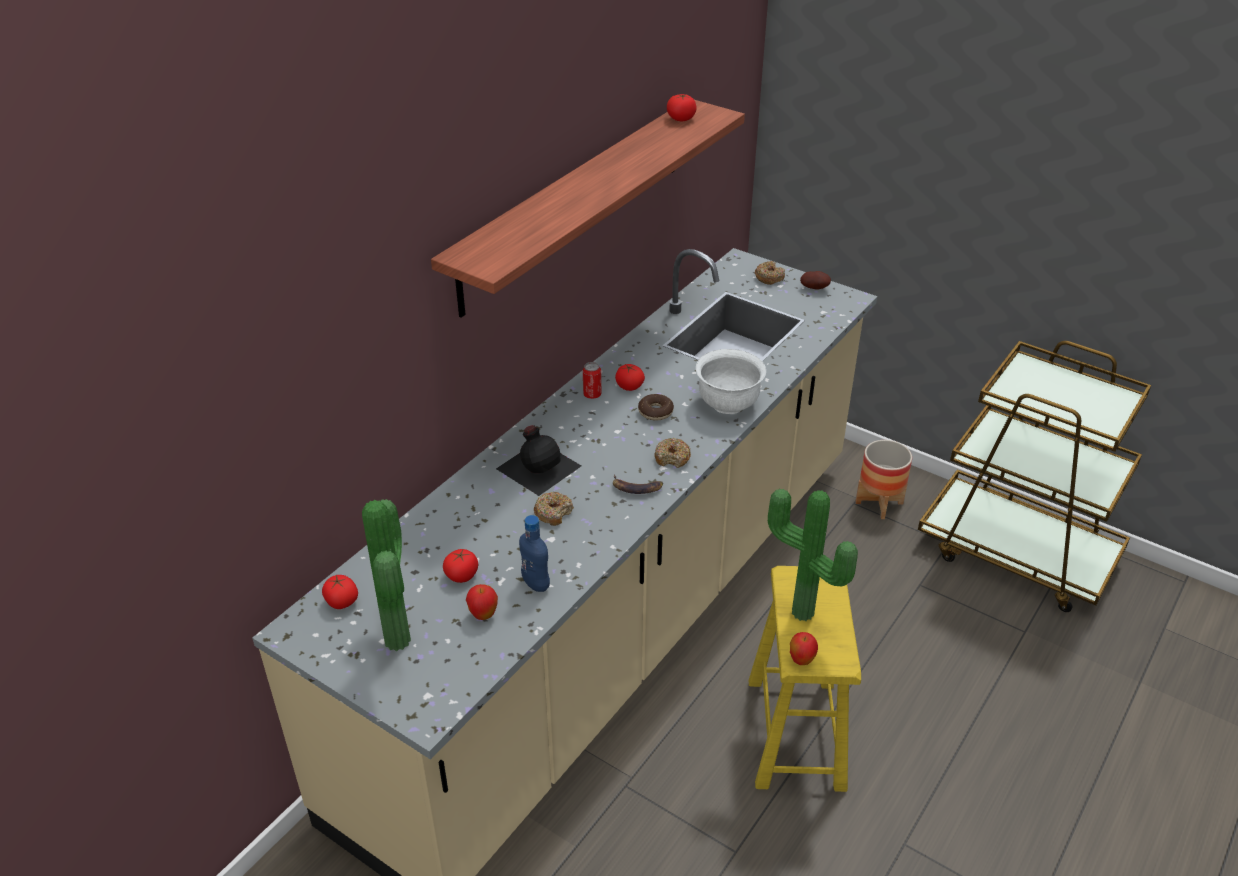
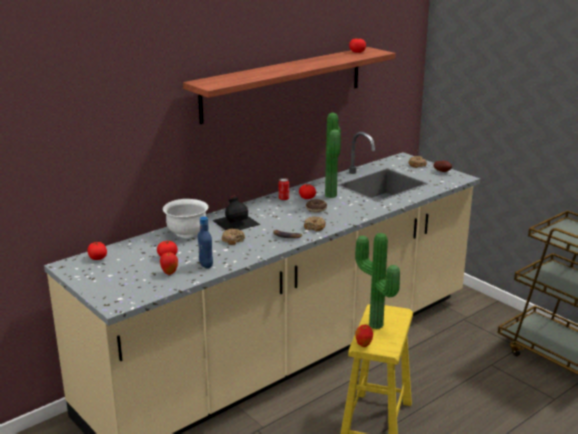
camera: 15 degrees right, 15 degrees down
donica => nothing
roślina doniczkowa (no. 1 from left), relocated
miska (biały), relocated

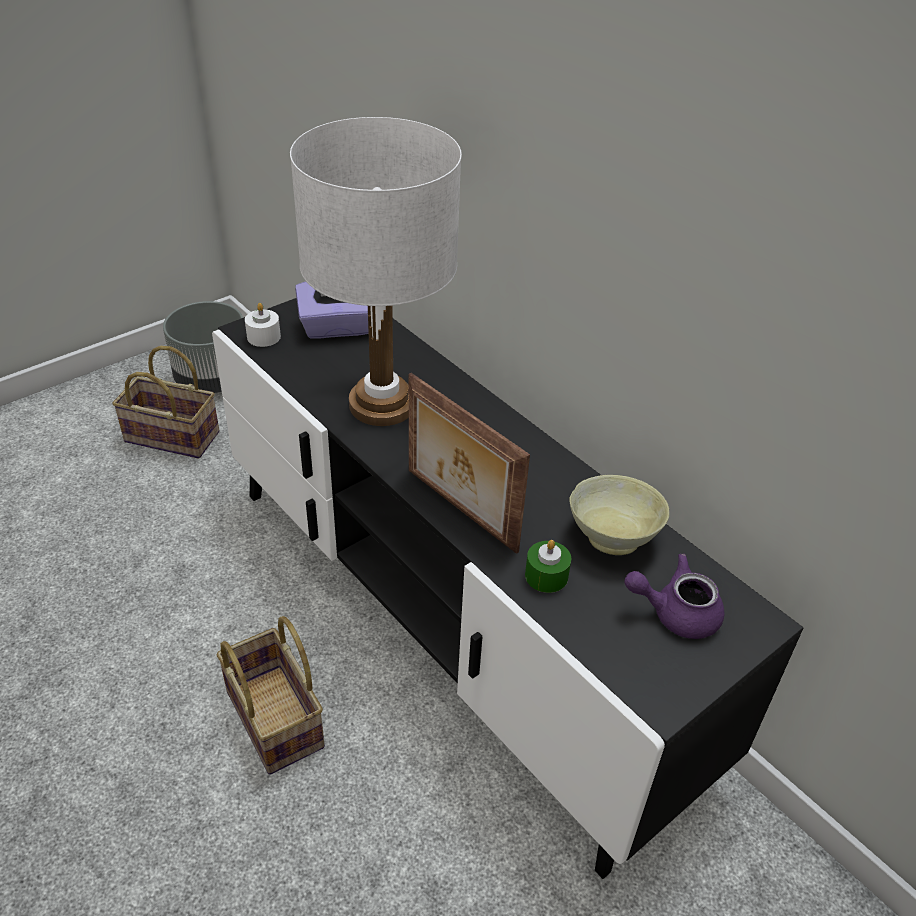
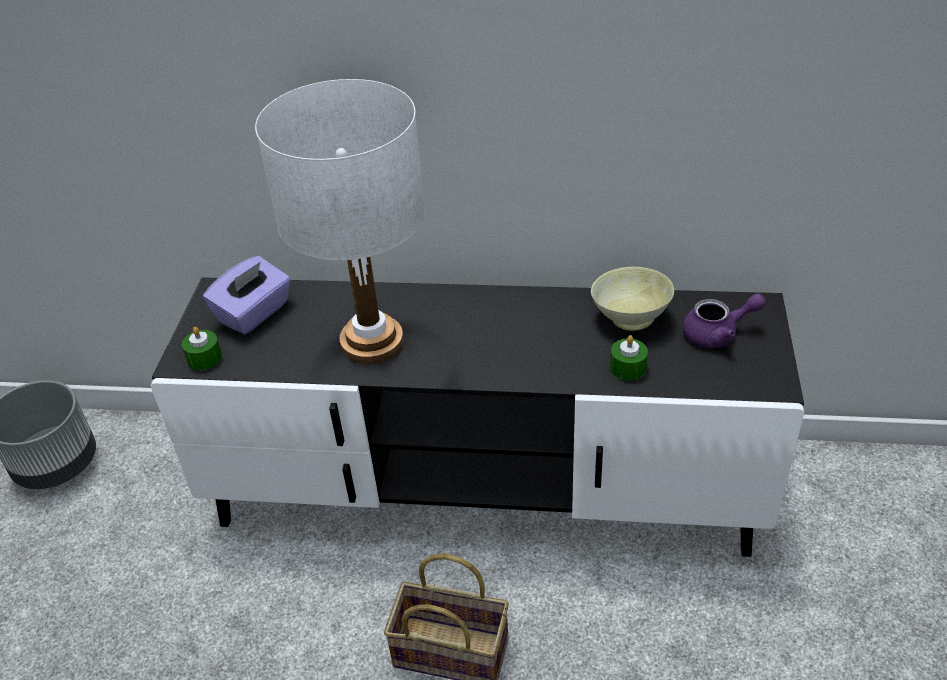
camera: 40 degrees left, 0 degrees up
koszyk (no. 1 from left) => nothing
ramka na zdjęcie => nothing
świeca (biały) => świeca (zielony) (no. 1 from left)
imbryk (fioletowy), 150 degrees counterclockwise

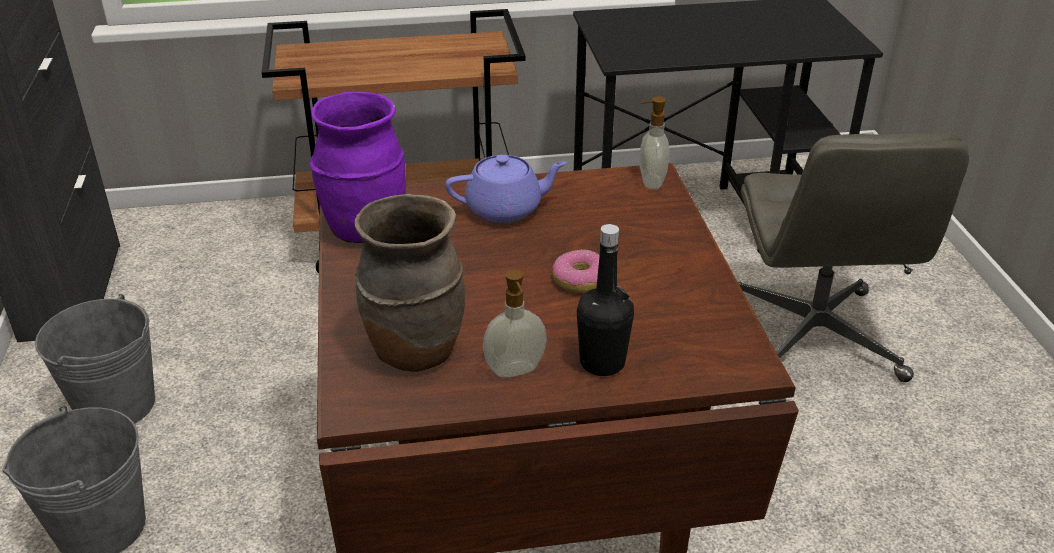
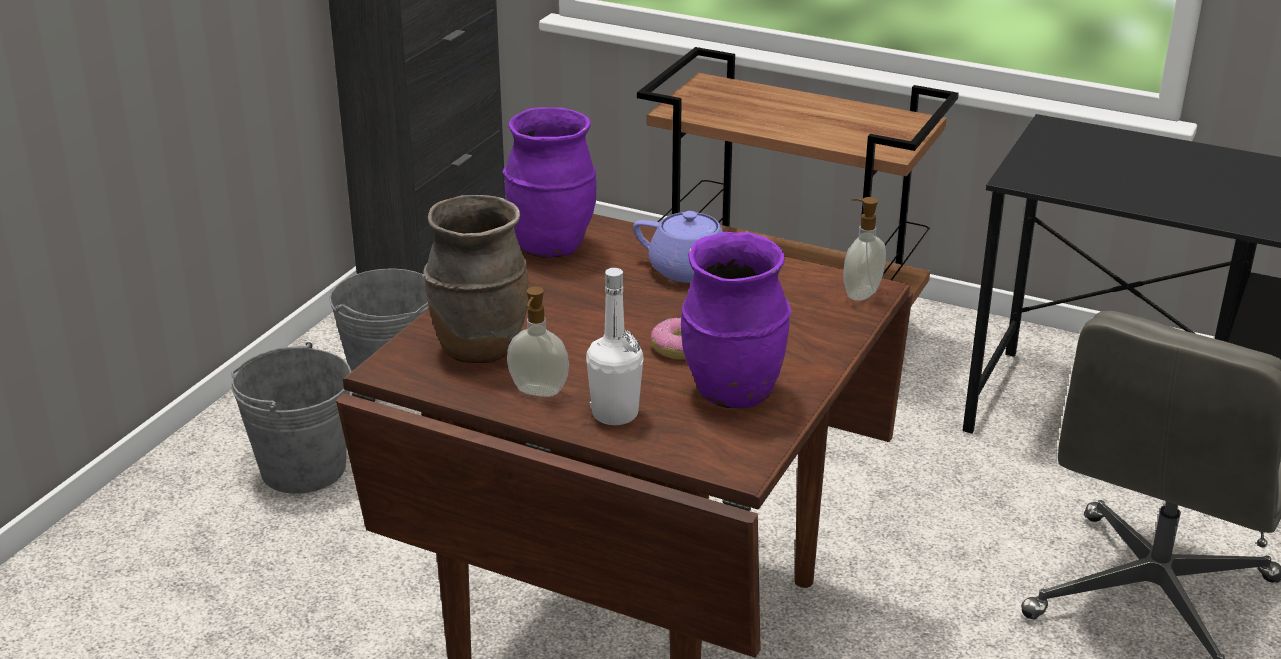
camera: 35 degrees right, 5 degrees down
nothing => wazon (fioletowy) (no. 2 from left)
butelka (czarny) => butelka (biały)

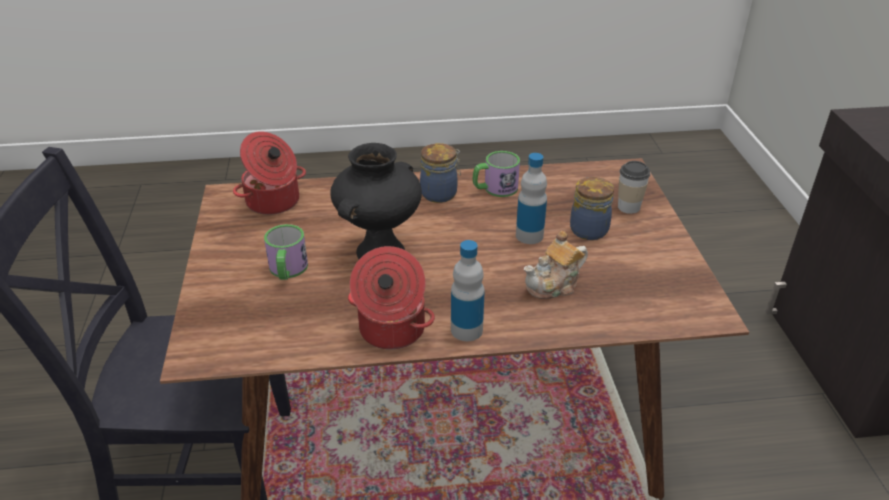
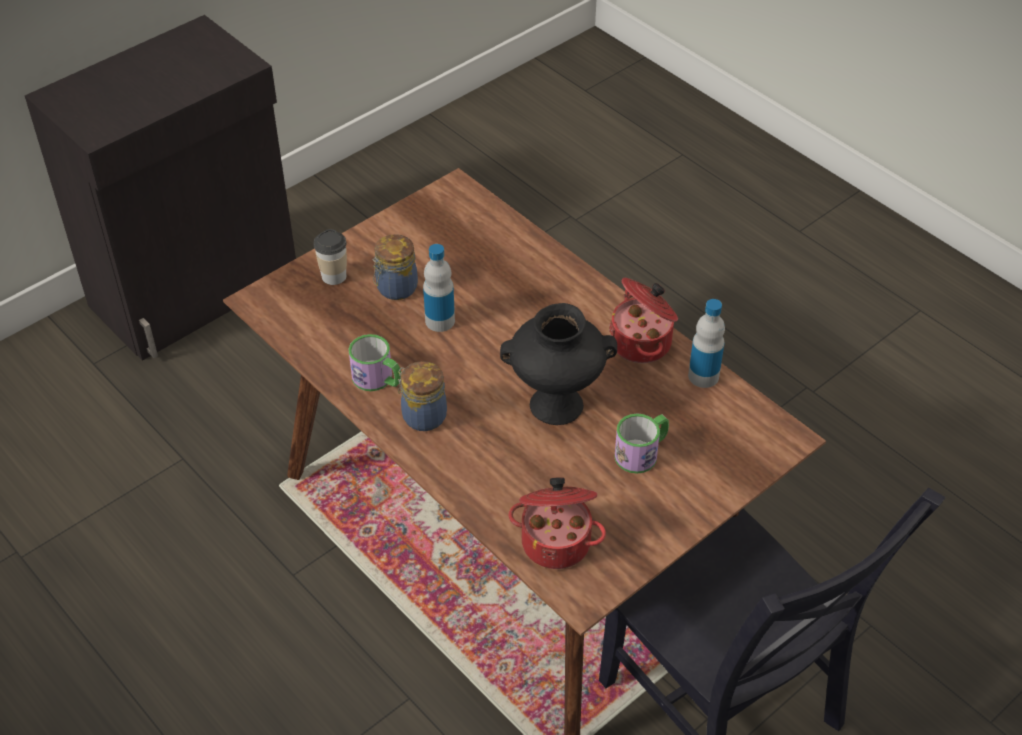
camera: 125 degrees left, 10 degrees up
imbryk => nothing
butelka (no. 1 from left in the first image) => butelka (no. 2 from left), relocated

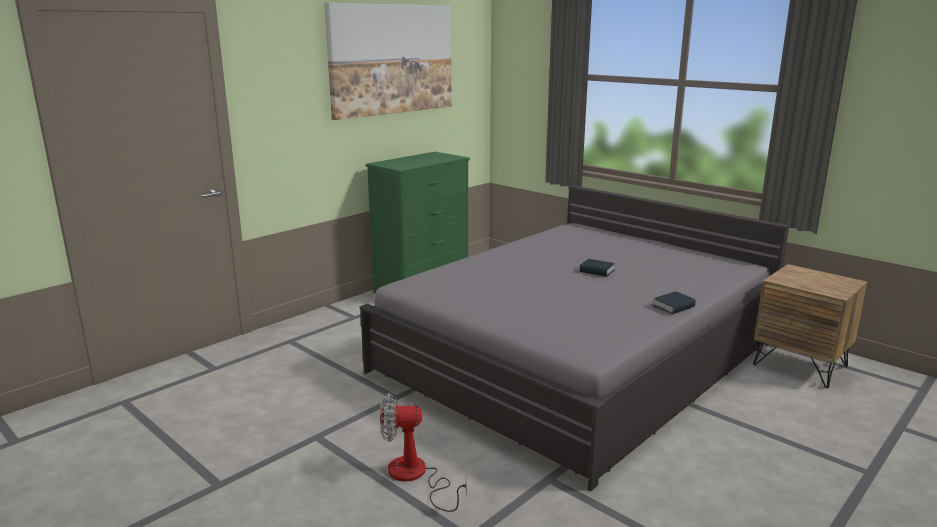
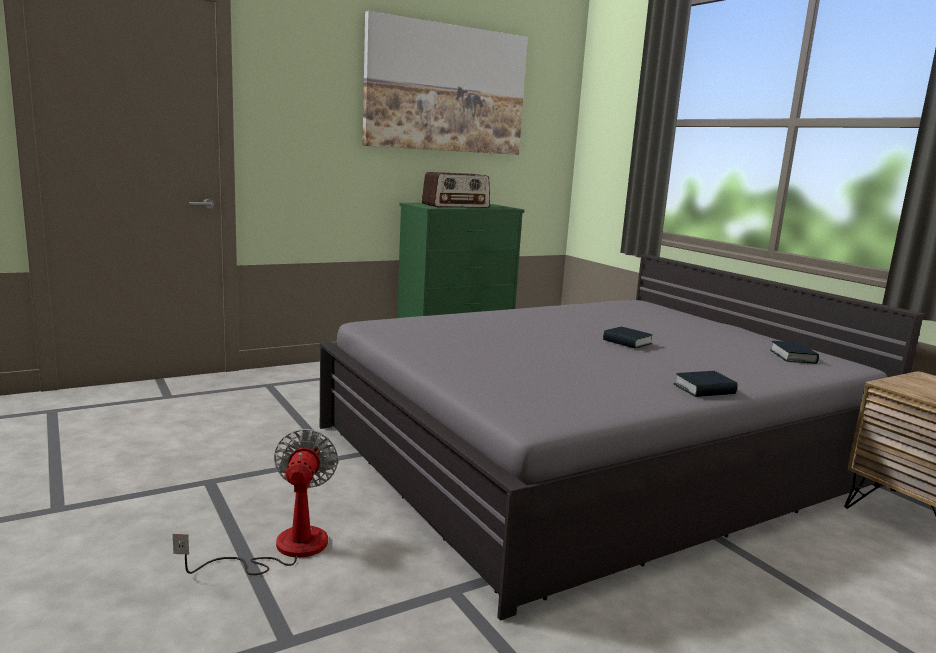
camera: 15 degrees right, 5 degrees down
nothing => radio
nothing => książka (no. 3 from left)
wentylator, 75 degrees clockwise

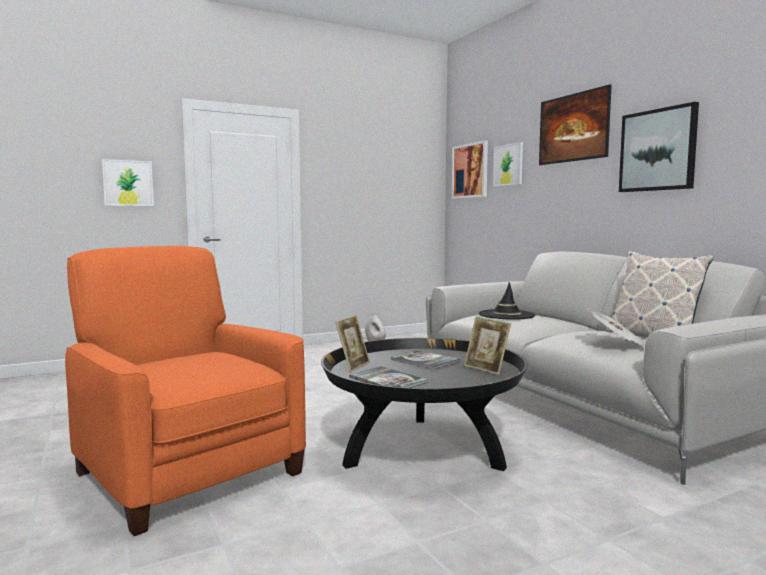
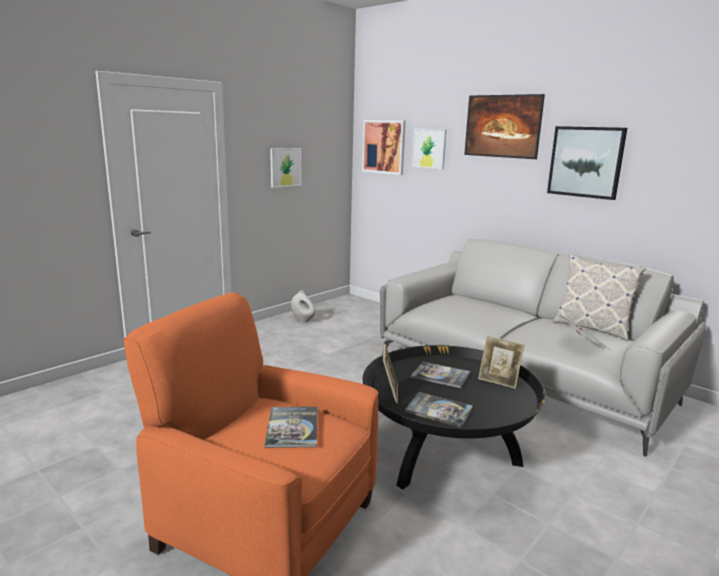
camera: 20 degrees left, 10 degrees up
kapelusz (czarny) => nothing
nothing => książka (no. 1 from left)
obraz (no. 1 from left), relocated

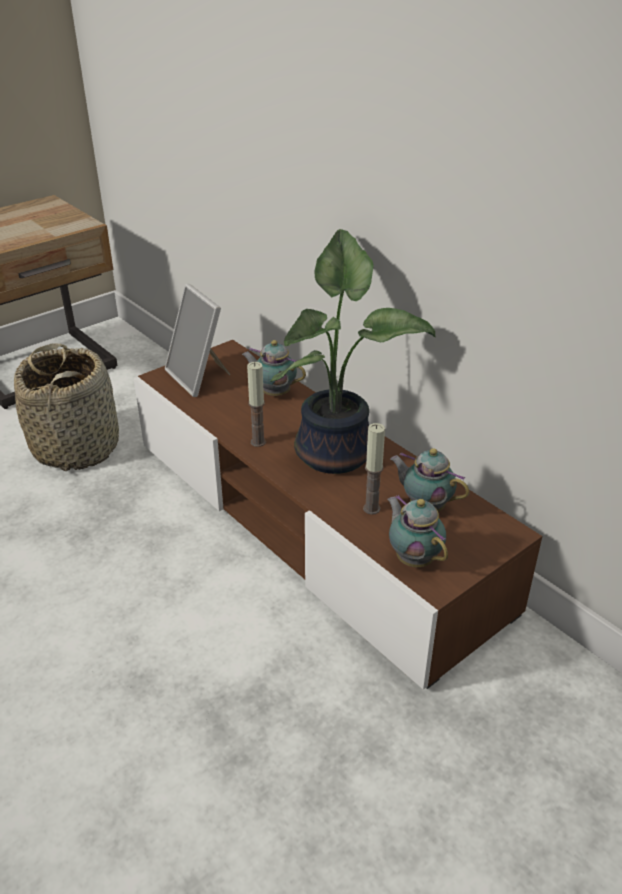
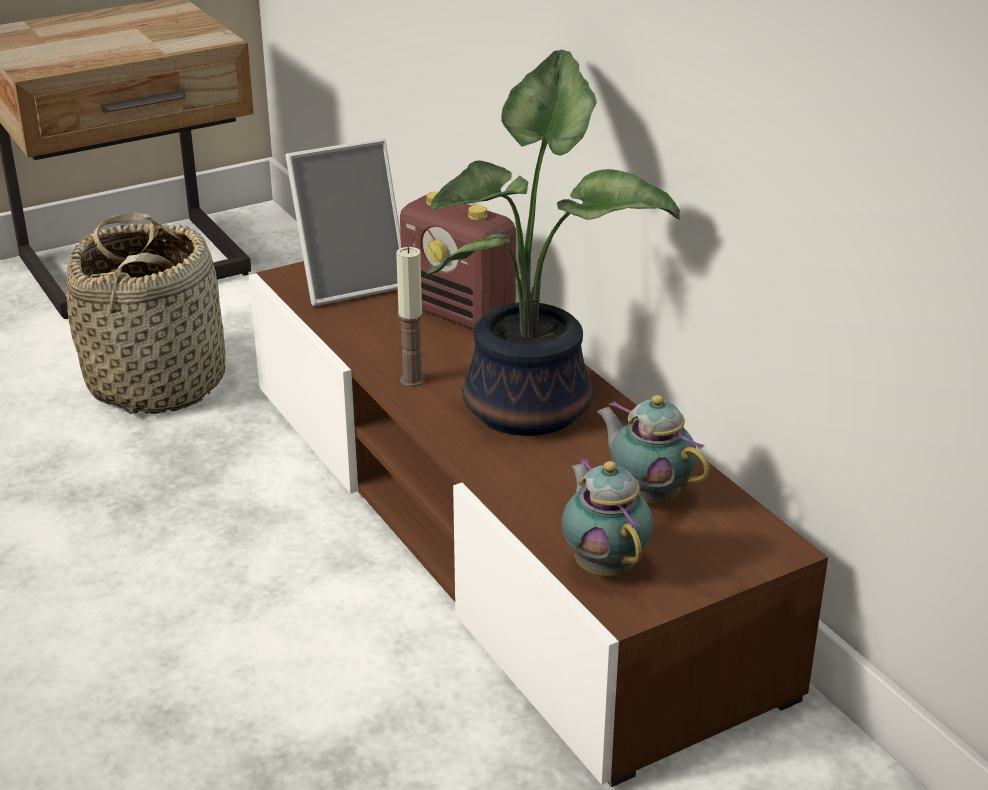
camera: 10 degrees right, 5 degrees down
świeca (no. 2 from left) => nothing
imbryk (no. 1 from left) => radio
ramka na zdjęcie, 90 degrees counterclockwise

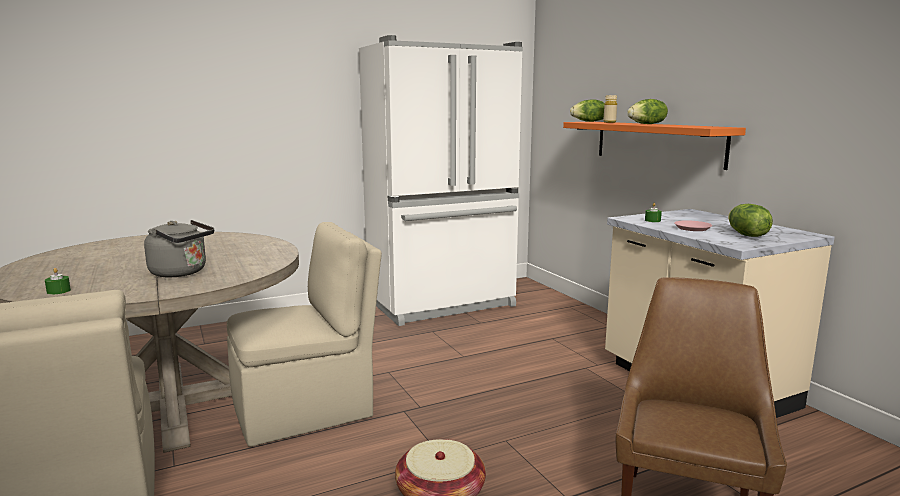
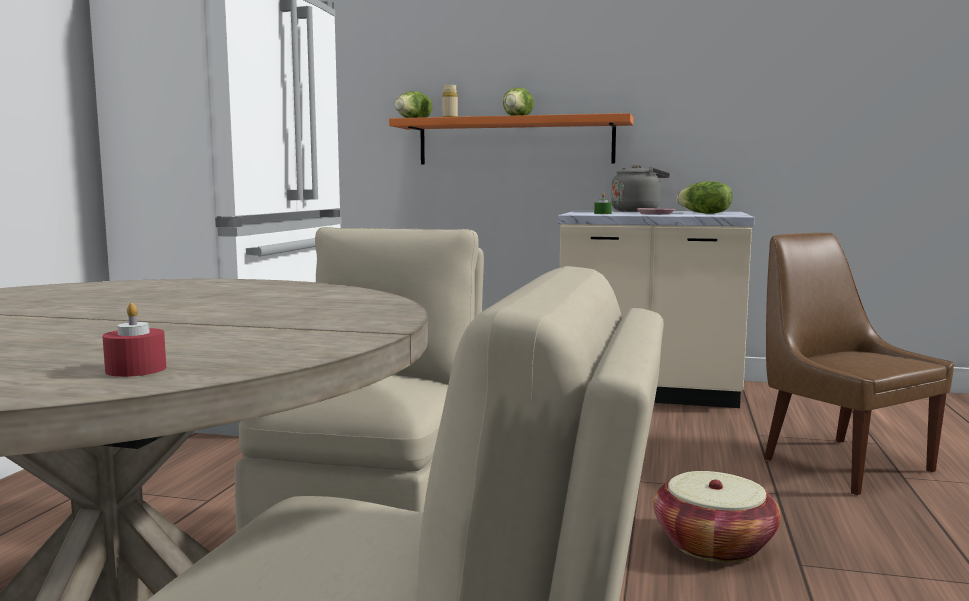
camera: 50 degrees left, 5 degrees down
czajnik (szary), relocated
świeca (zielony) (no. 1 from left) => świeca (czerwony)

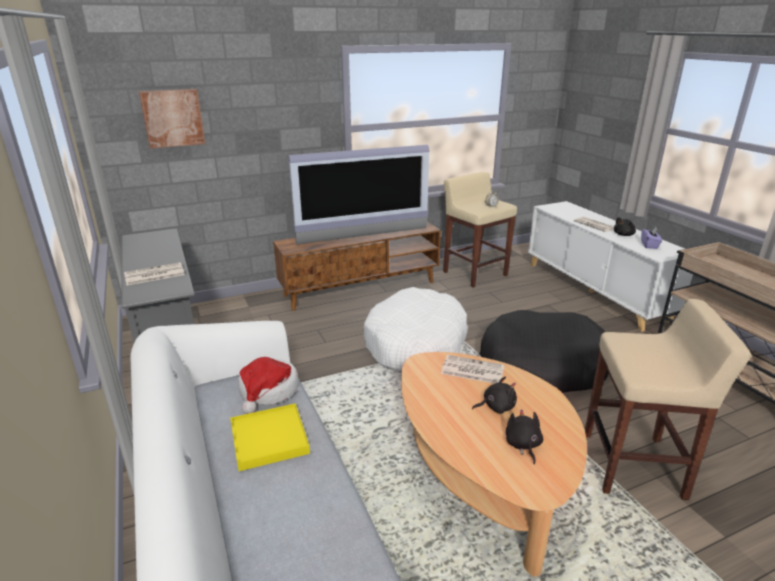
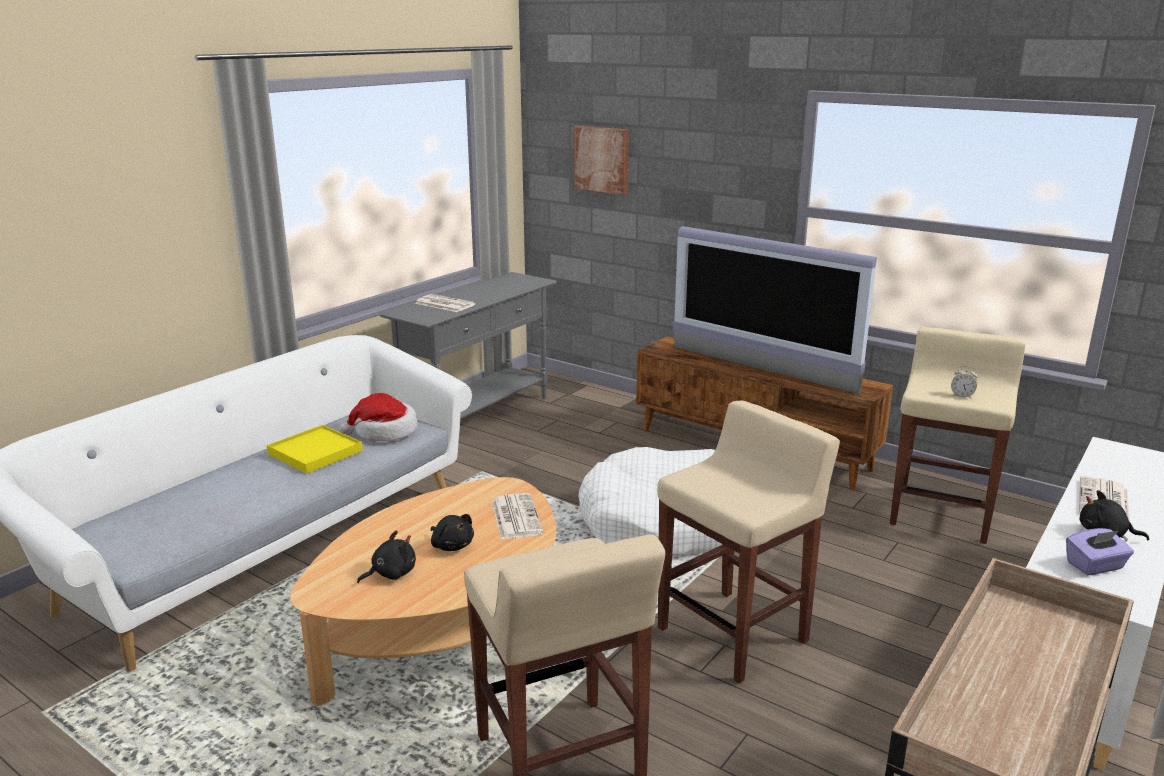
camera: 60 degrees right, 5 degrees down
legowisko (czarny) => stołek (beżowy) (no. 2 from left)

